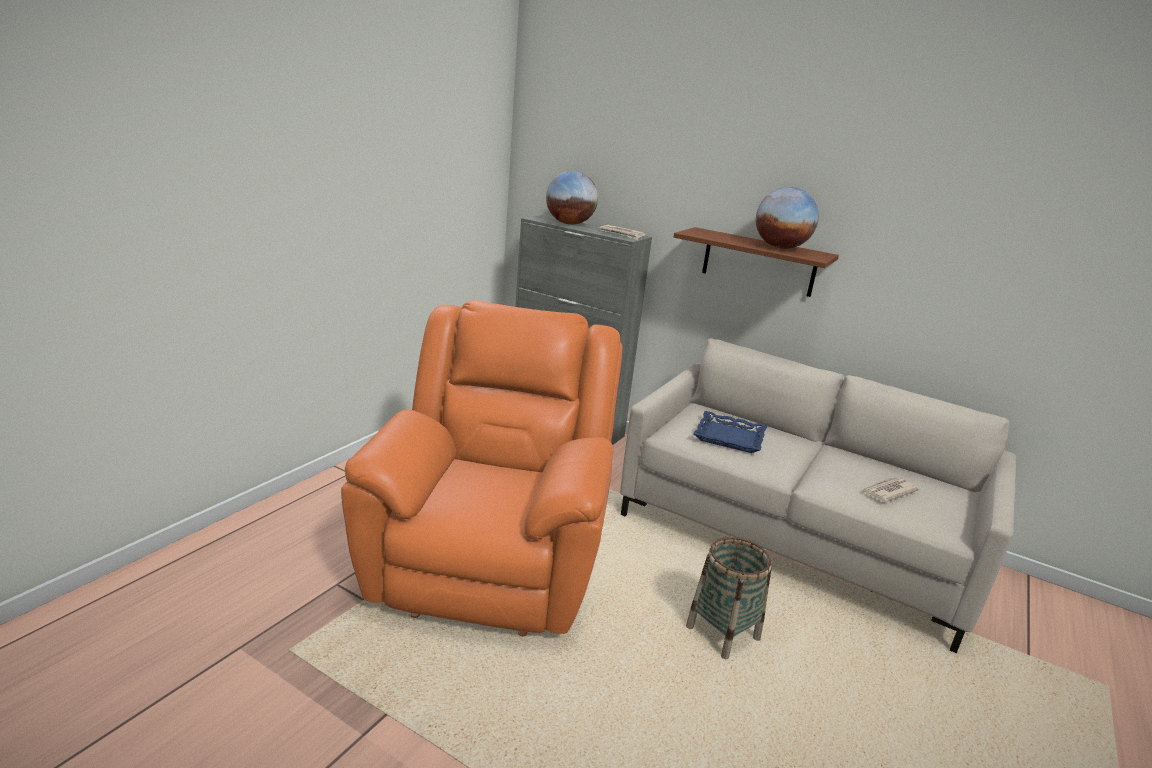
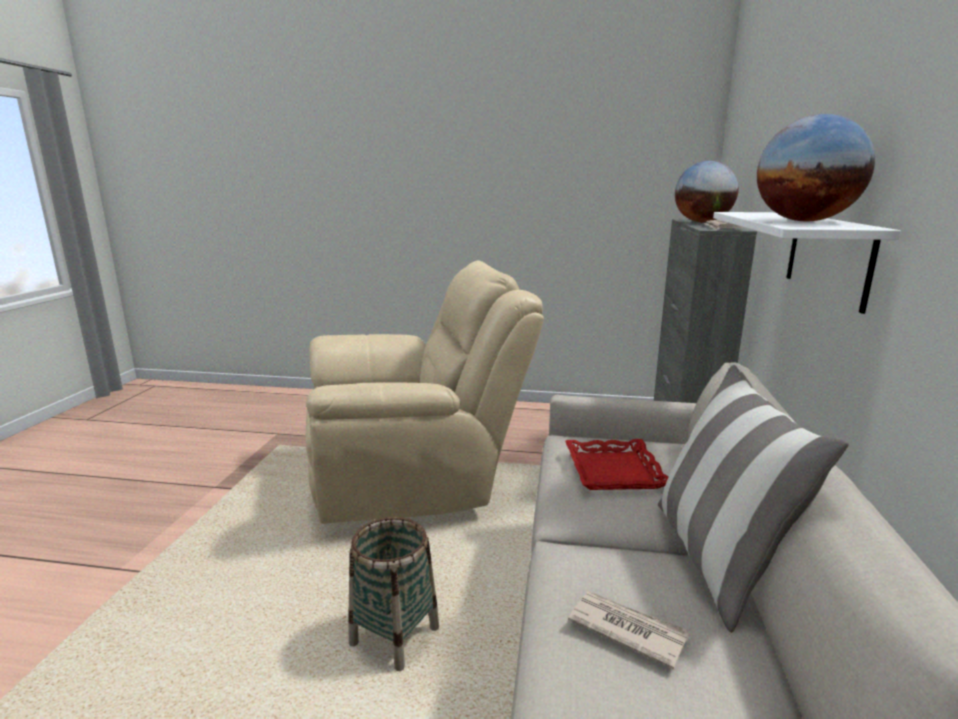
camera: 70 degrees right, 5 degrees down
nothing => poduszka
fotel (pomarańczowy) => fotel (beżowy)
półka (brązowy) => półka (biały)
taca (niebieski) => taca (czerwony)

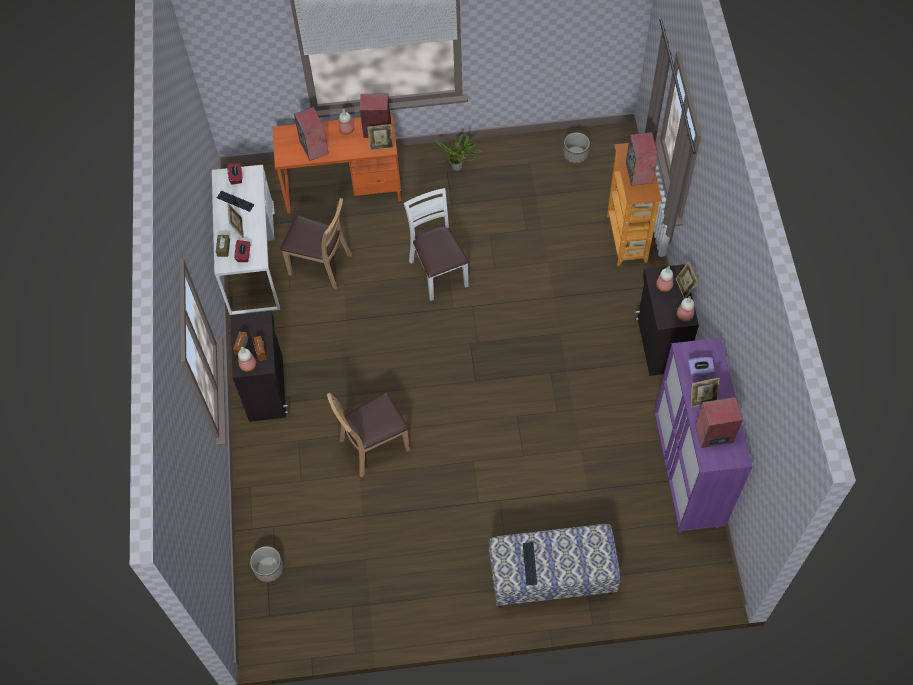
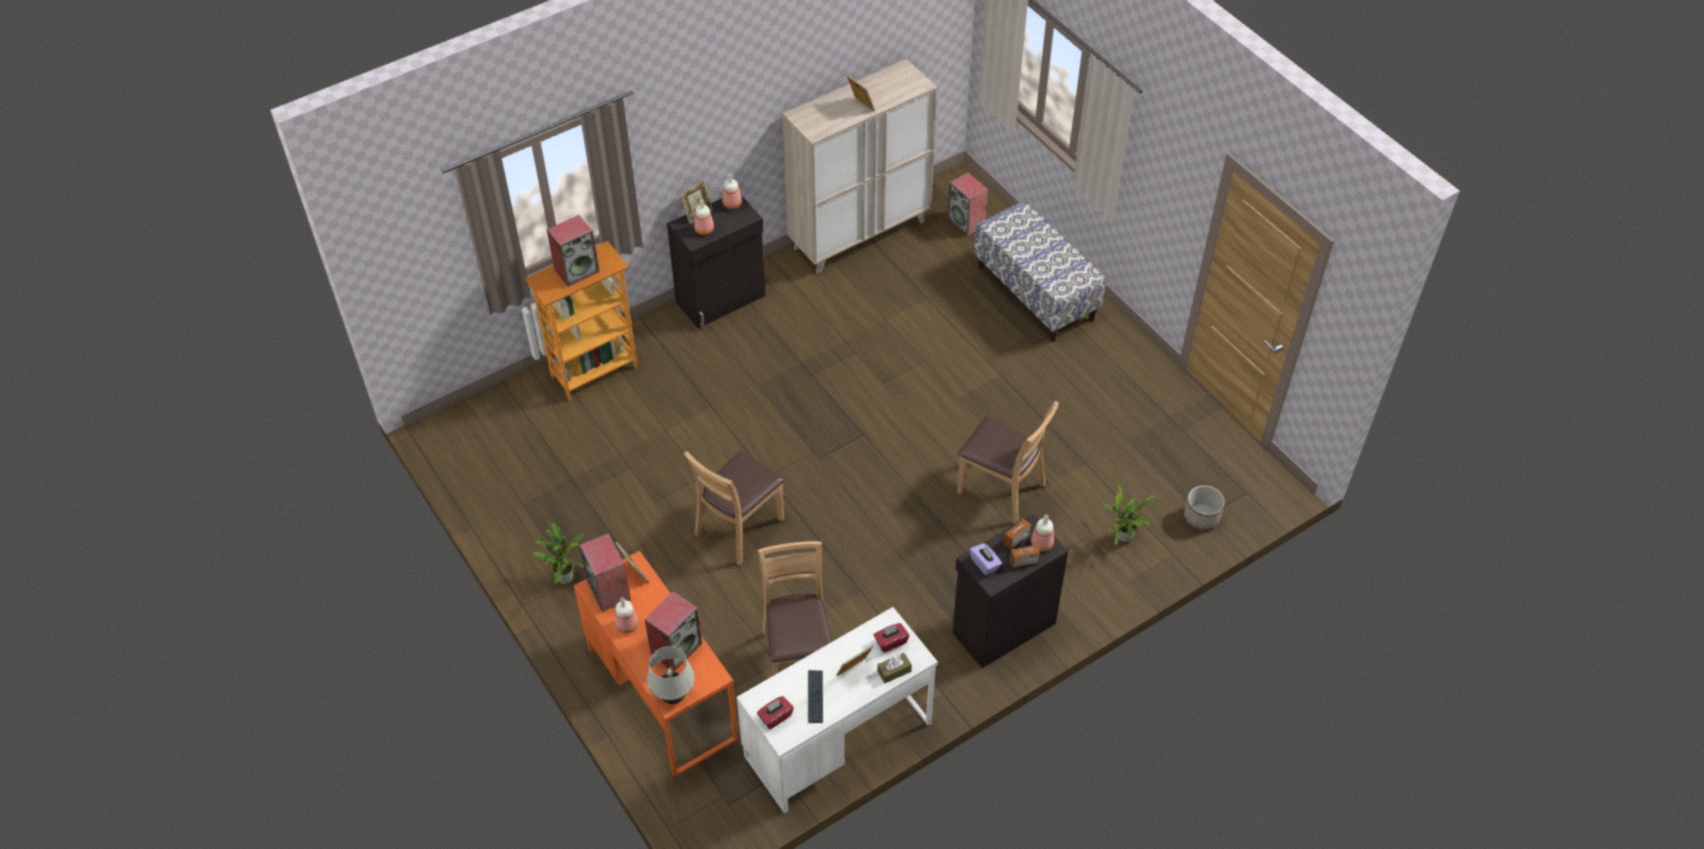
camera: 120 degrees left, 10 degrees down
klawiatura (no. 2 from left) => nothing
donica (no. 2 from left) => nothing
nothing => lampa stołowa (biały)
nothing => roślina doniczkowa (no. 2 from left)
pudełko chusteczek (fioletowy), relocated
głośnik (no. 4 from left), relocated
krzesło (biały) => krzesło (brązowy) (no. 1 from left)
szafka (fioletowy) => szafka (beżowy)

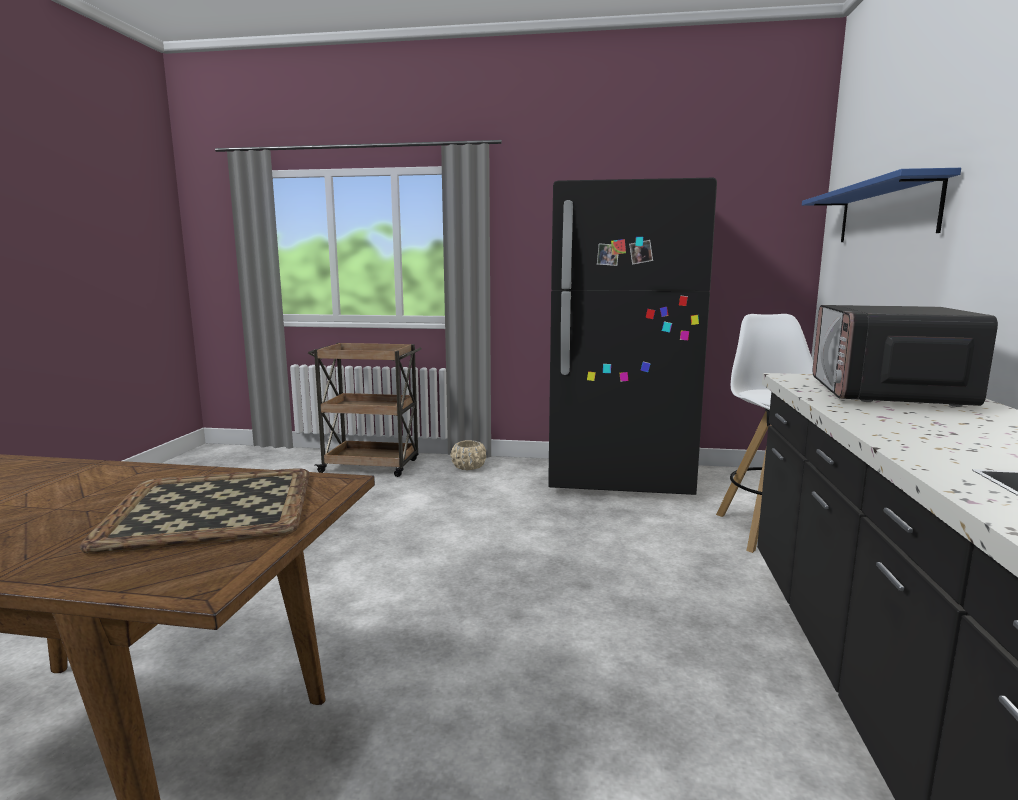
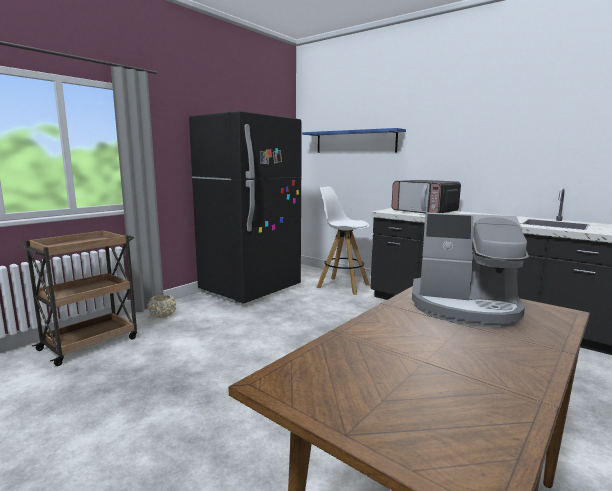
camera: 60 degrees left, 0 degrees up
taca => ekspres do kawy

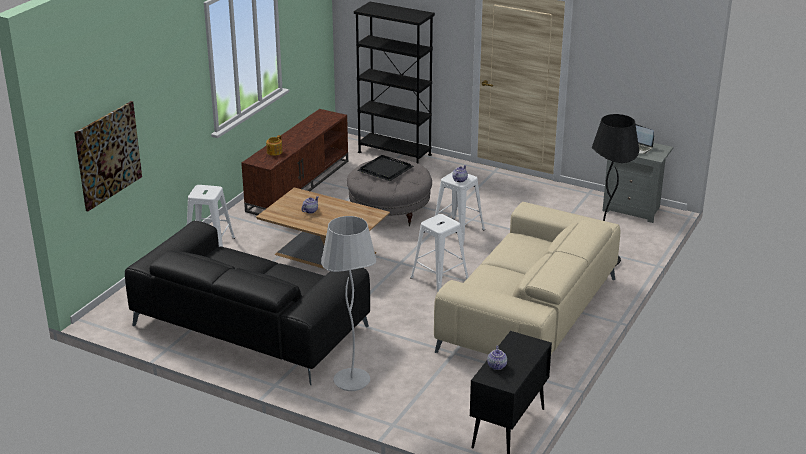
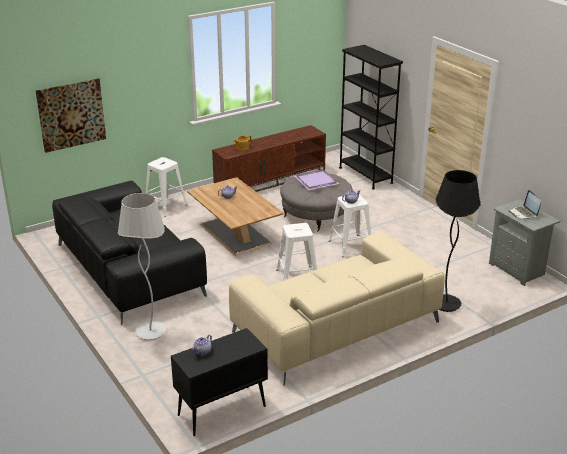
camera: 30 degrees right, 0 degrees up
taca (czarny) => taca (fioletowy)

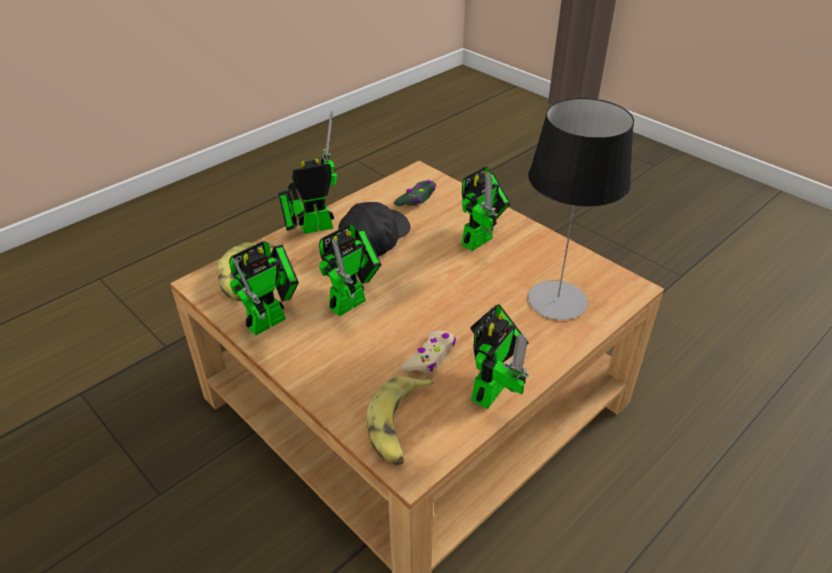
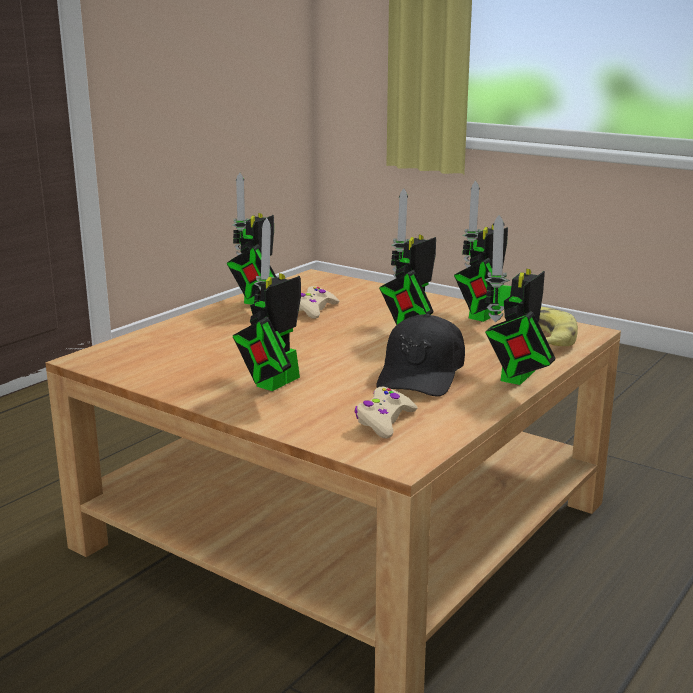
camera: 170 degrees right, 20 degrees down
banan (no. 2 from left) => nothing
lampa stołowa => nothing
pad do gier (zielony) => pad do gier (beżowy) (no. 2 from left)
robot zabawkowy (no. 2 from left in the first image) => robot zabawkowy (no. 5 from left), 150 degrees clockwise

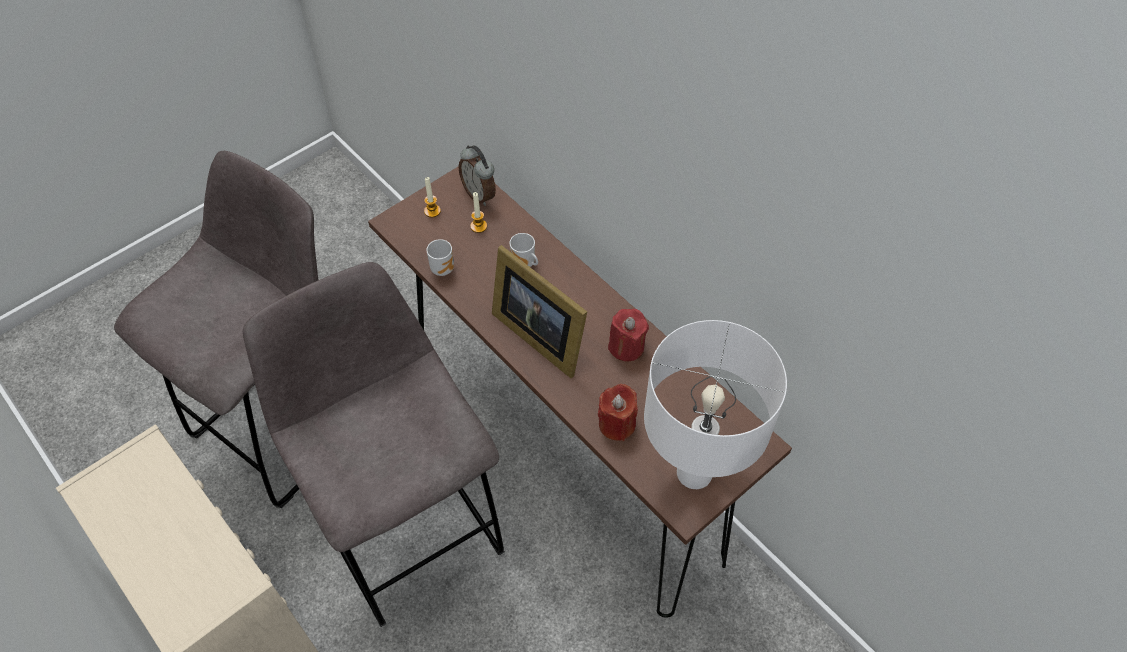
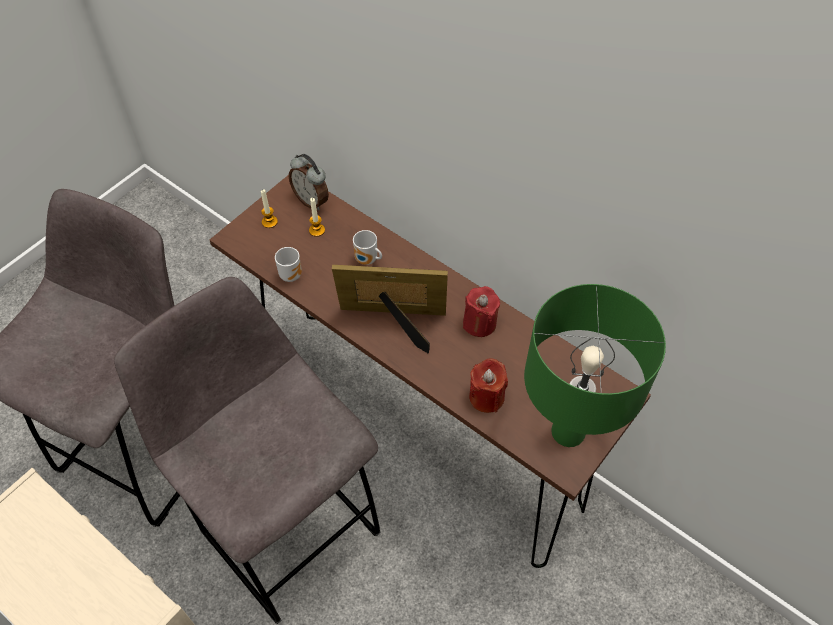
camera: 10 degrees left, 0 degrees up
lampa stołowa (biały) => lampa stołowa (zielony)
ramka na zdjęcie, 150 degrees clockwise

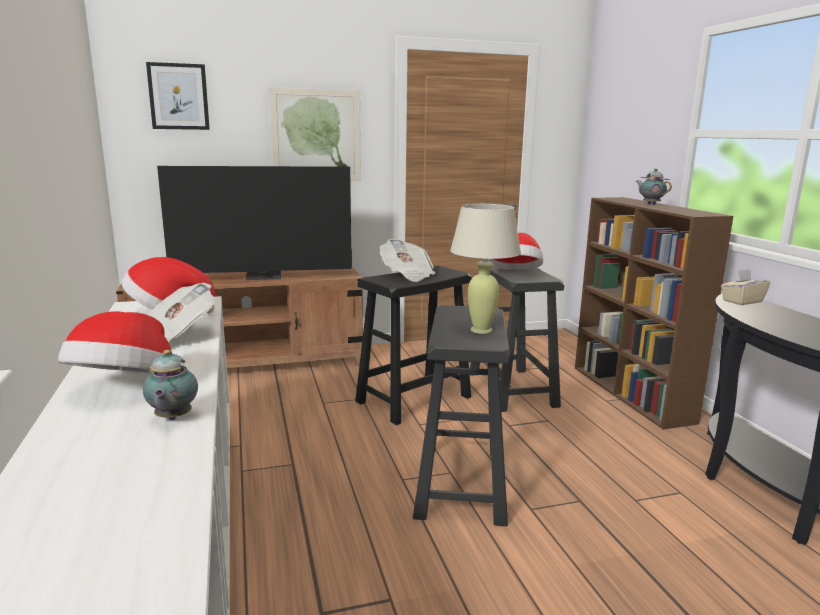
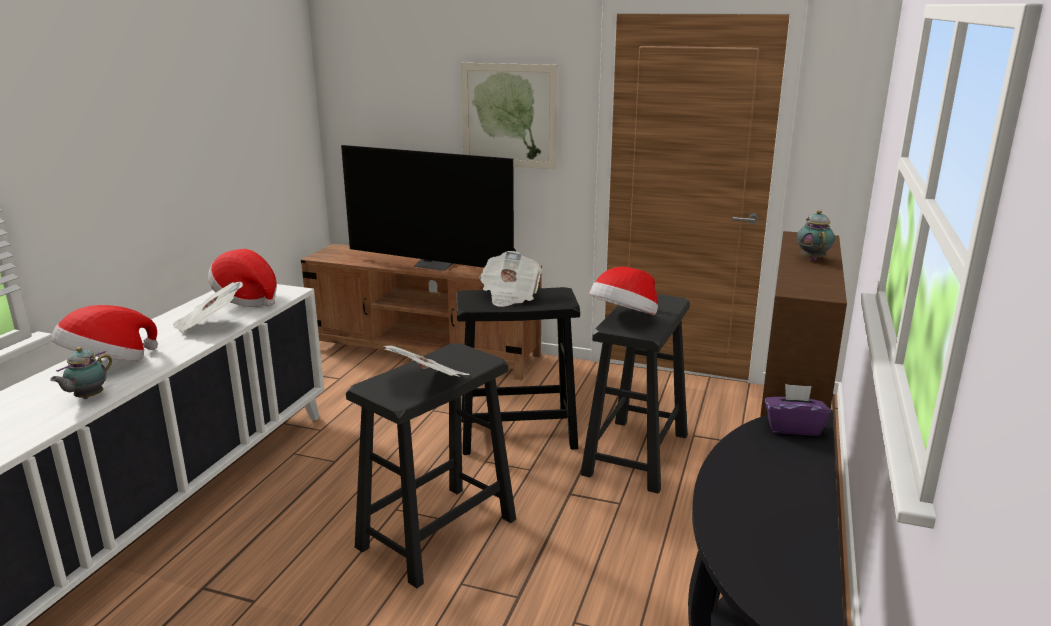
camera: 35 degrees right, 5 degrees up
obraz (no. 1 from left) => nothing
lampa stołowa (beżowy) => gazeta (no. 2 from left)
pudełko chusteczek (beżowy) => pudełko chusteczek (fioletowy)

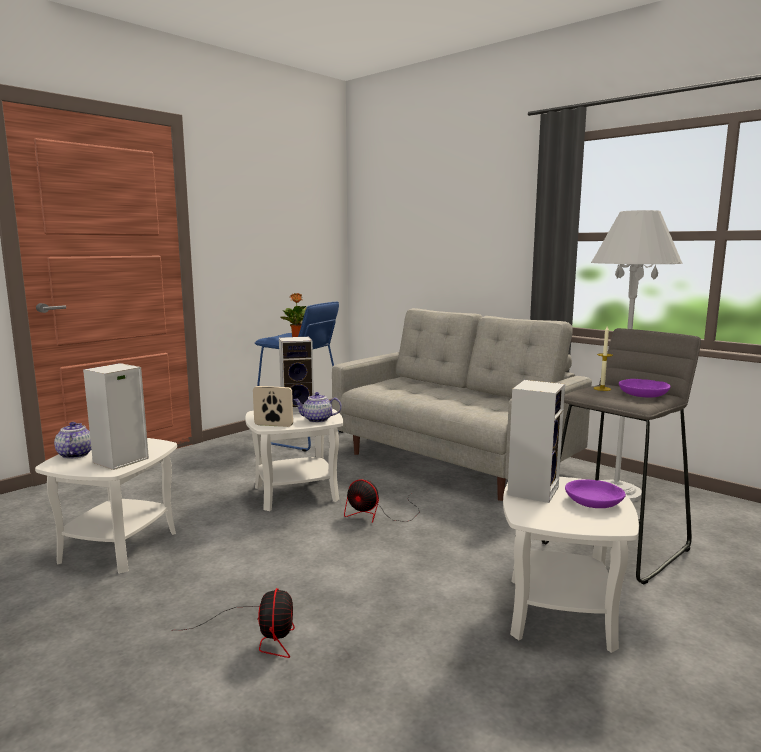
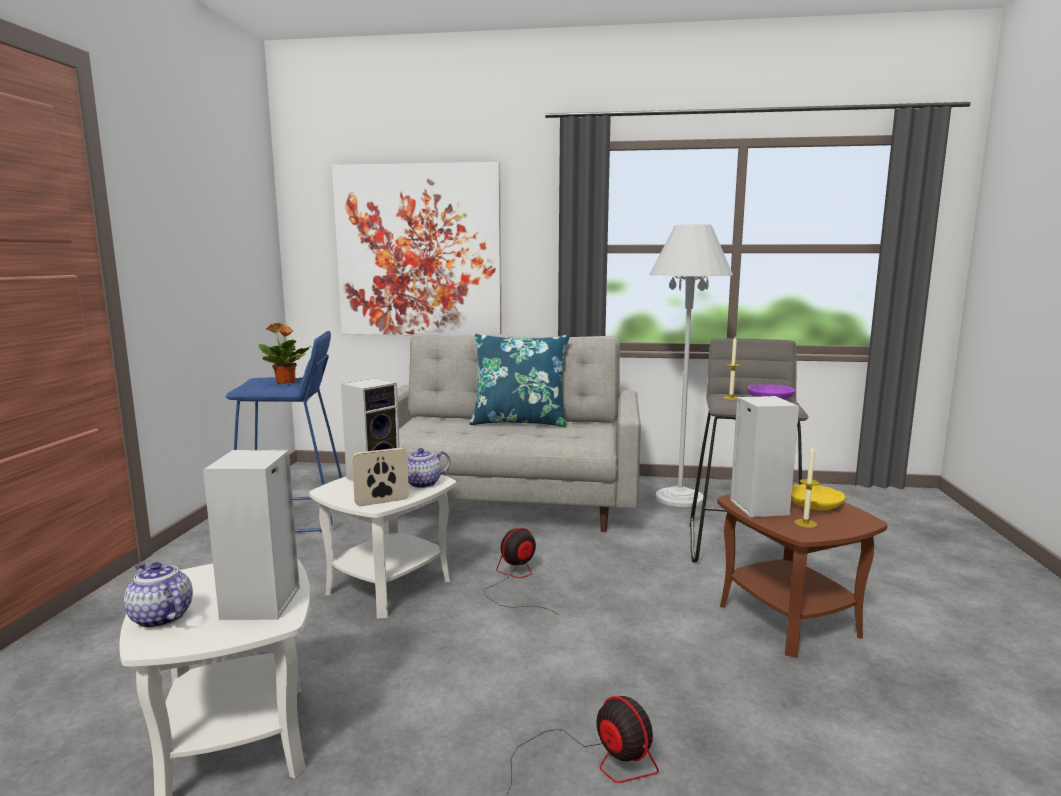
camera: 35 degrees left, 0 degrees up
nothing => obraz
nothing => poduszka (niebieski)
nothing => świeca (no. 2 from left)
stolik (biały) (no. 3 from left) => stolik (brązowy)
miska (fioletowy) (no. 1 from left) => miska (żółty)
wentylator (no. 2 from left in the first image) => wentylator (no. 1 from left), 150 degrees clockwise

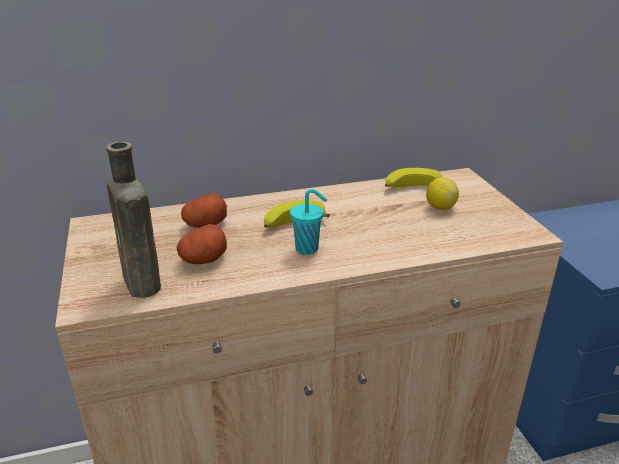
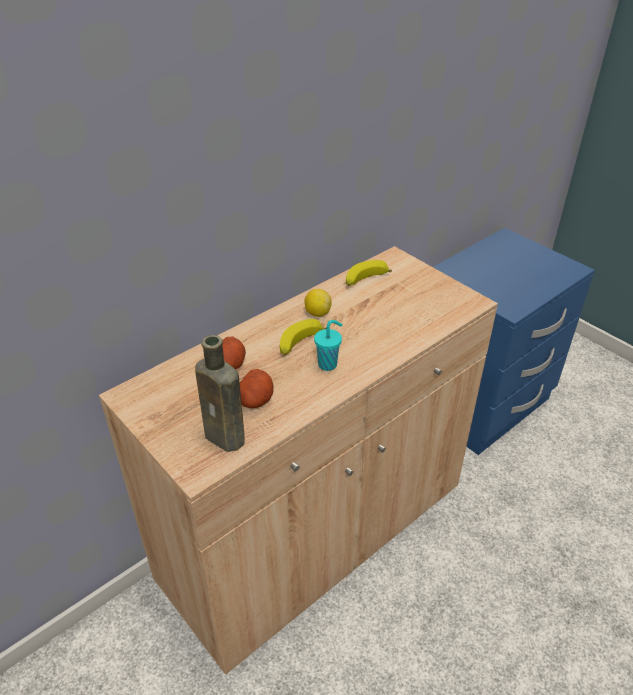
camera: 25 degrees left, 10 degrees up
cytryna, relocated

